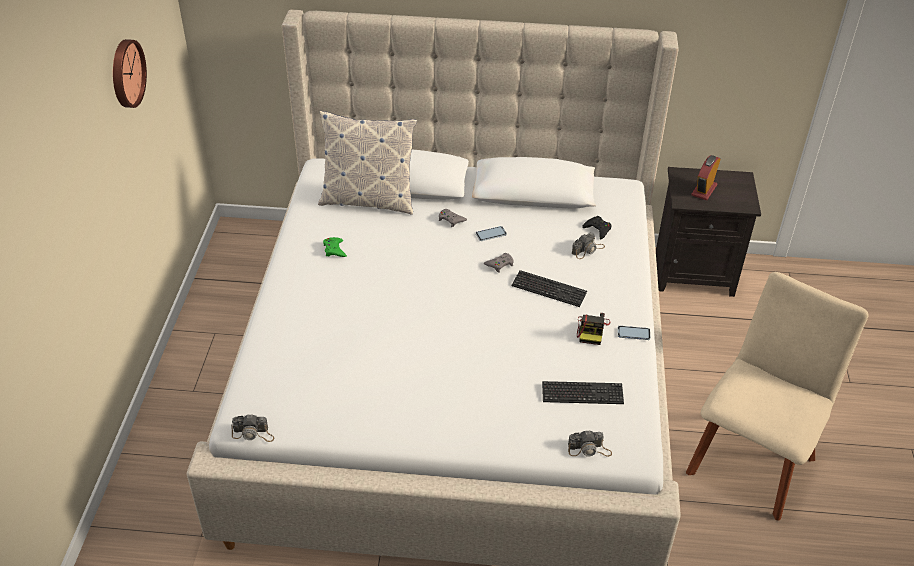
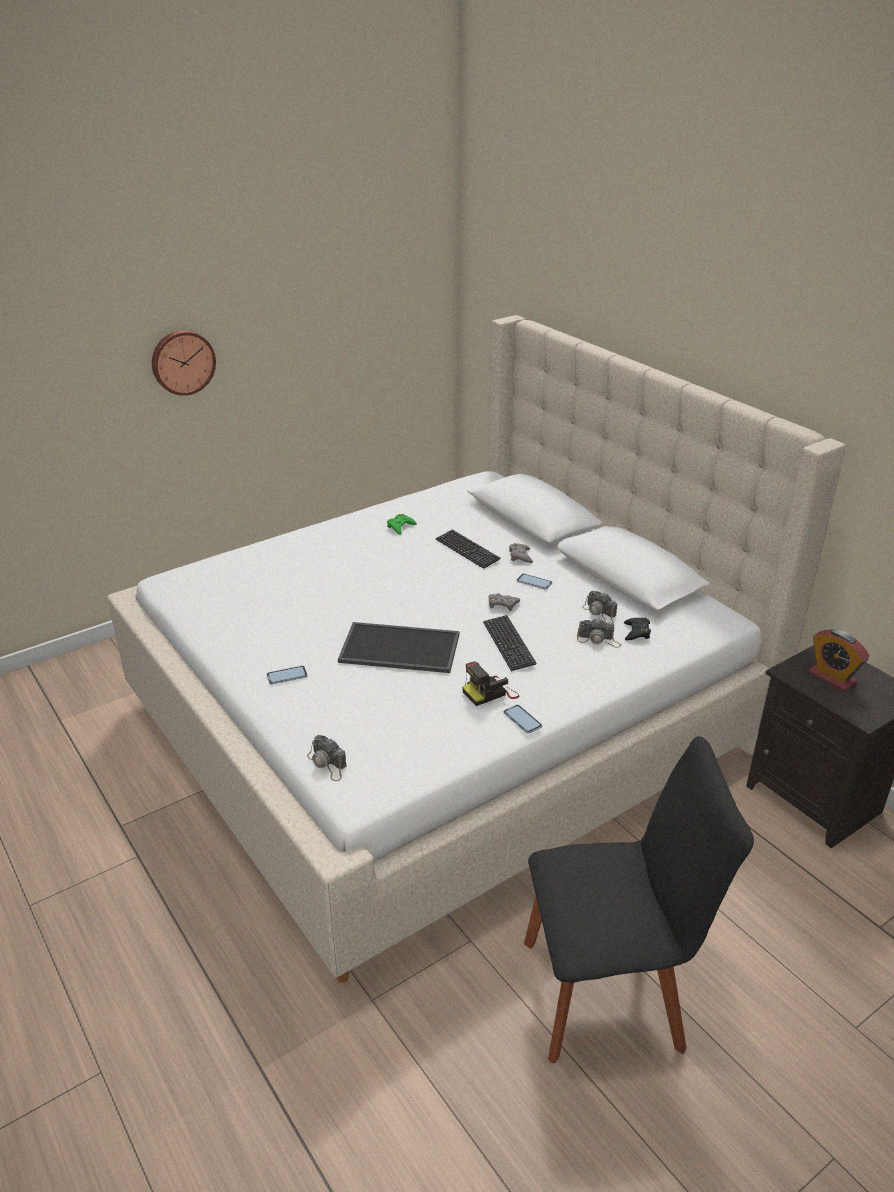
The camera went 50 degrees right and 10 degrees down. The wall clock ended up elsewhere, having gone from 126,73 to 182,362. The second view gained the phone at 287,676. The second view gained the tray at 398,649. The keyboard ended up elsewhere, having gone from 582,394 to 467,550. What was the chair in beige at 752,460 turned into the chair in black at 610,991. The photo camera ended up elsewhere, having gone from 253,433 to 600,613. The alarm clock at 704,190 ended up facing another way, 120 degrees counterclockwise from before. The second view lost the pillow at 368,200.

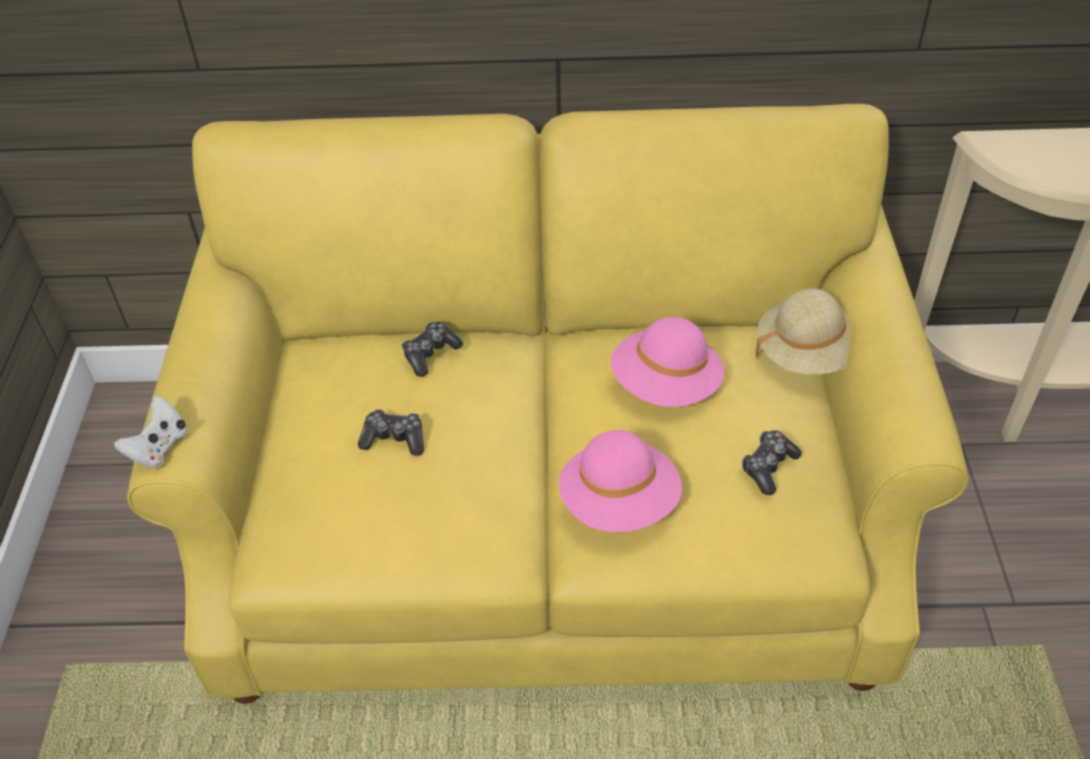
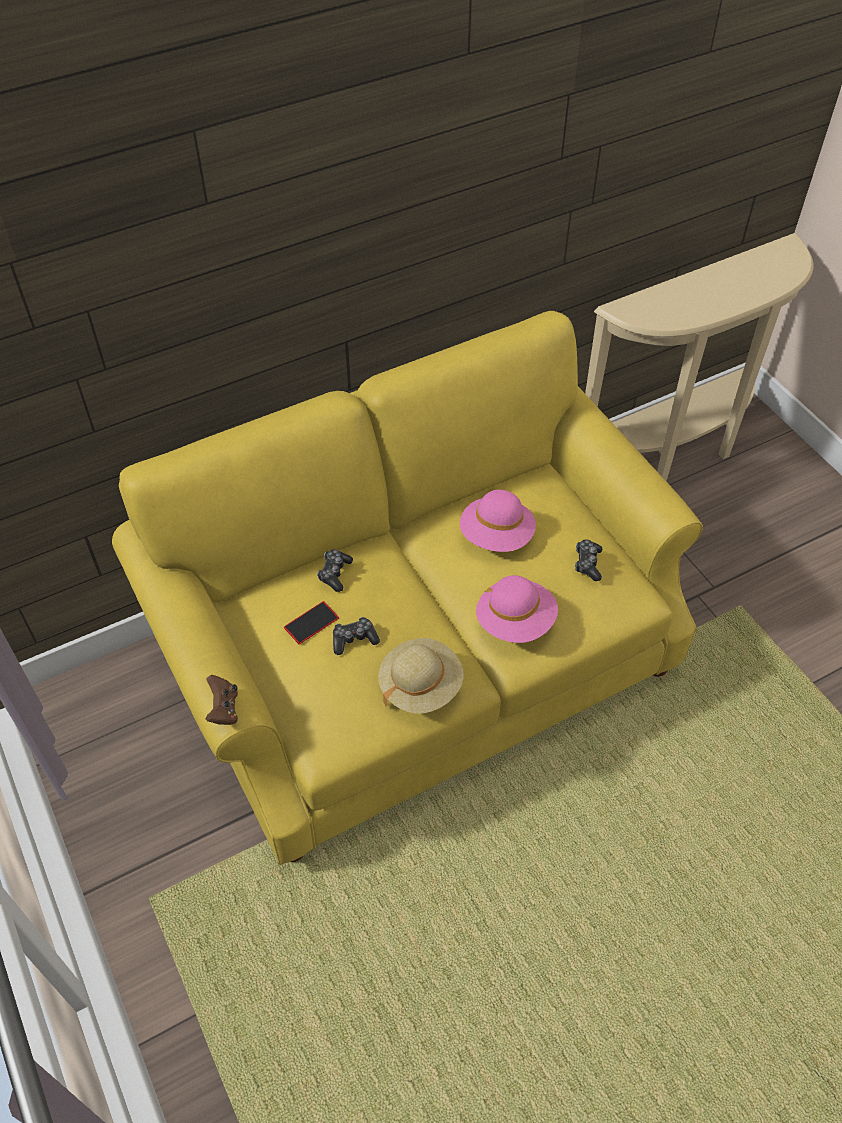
The camera went 30 degrees left and 5 degrees up. What was the game controller in white at 159,447 turned into the game controller in brown at 224,709. The second view gained the phone at 311,623. The hat in beige ended up elsewhere, having gone from 809,353 to 420,686.

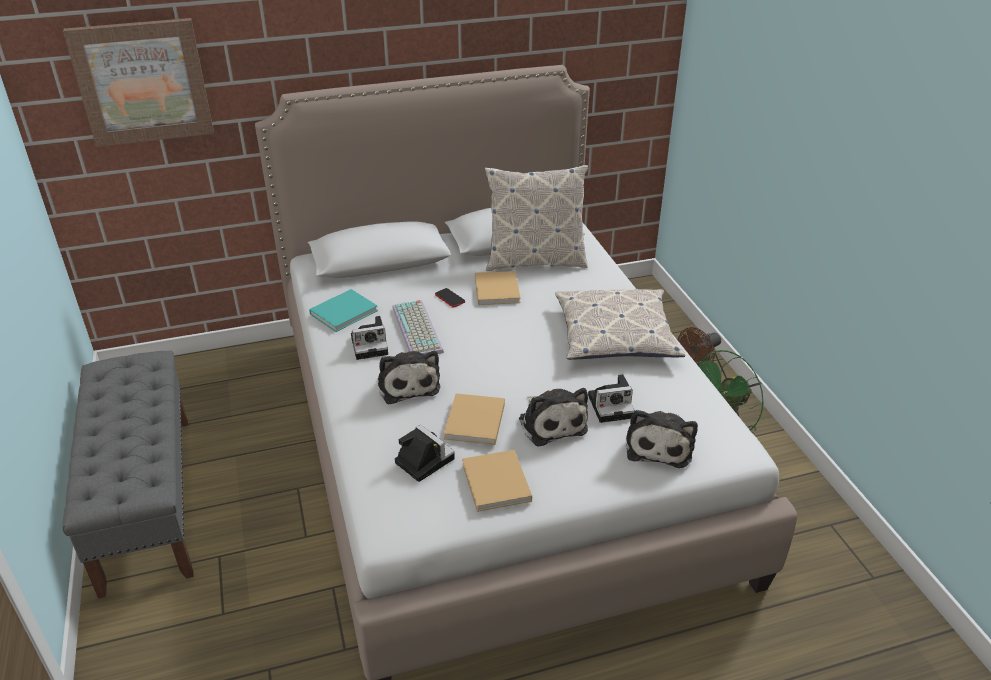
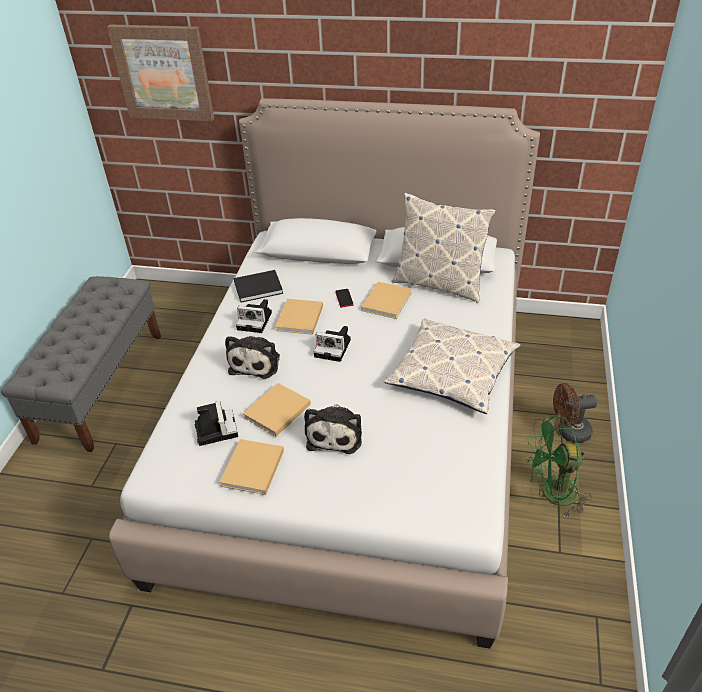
The camera went 30 degrees right and 5 degrees up. What was the book in turquoise at 345,311 turned into the book in black at 260,287. Where the keyboard stood at 419,330, the book in beige came to stand at 299,319. The photo camera ended up elsewhere, having gone from 612,405 to 334,348. The second view lost the plush toy at 659,445.

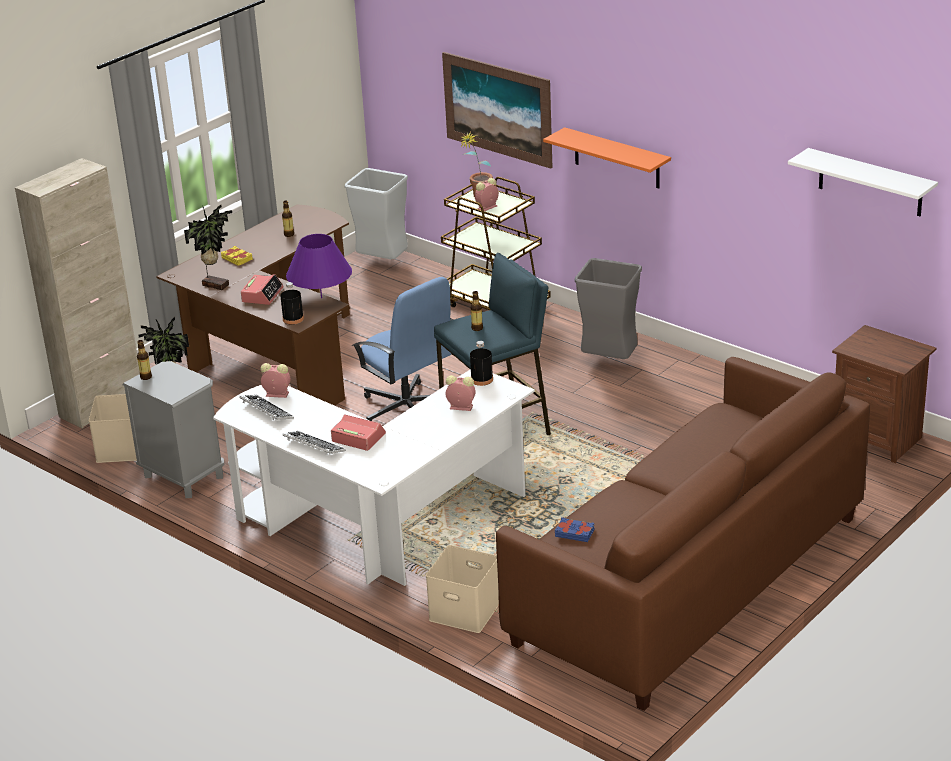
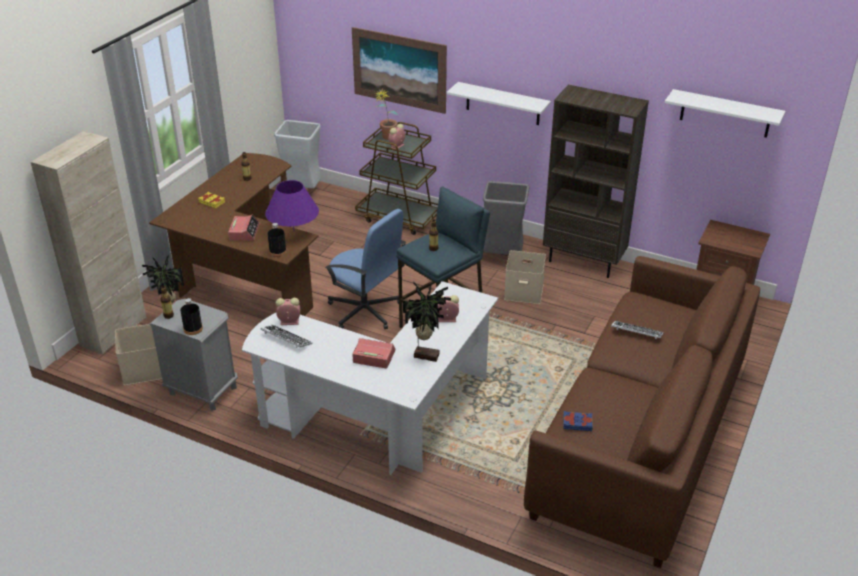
The camera went 15 degrees left and 5 degrees up. The bottle in black ended up elsewhere, having gone from 482,379 to 193,329. The potted plant ended up elsewhere, having gone from 216,284 to 426,355. What was the shelf in orange at 617,158 turned into the shelf in white at 503,104. The storage box in beige ended up elsewhere, having gone from 466,610 to 524,291. The second view gained the bookcase in brown at 584,261. The keyboard ended up elsewhere, having gone from 313,447 to 636,332.

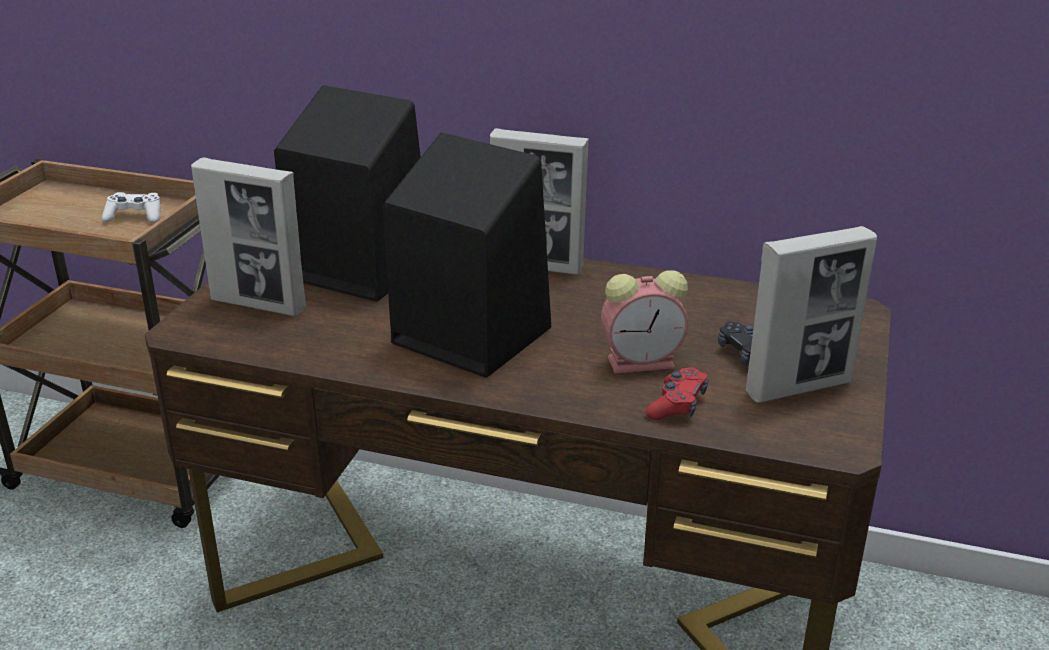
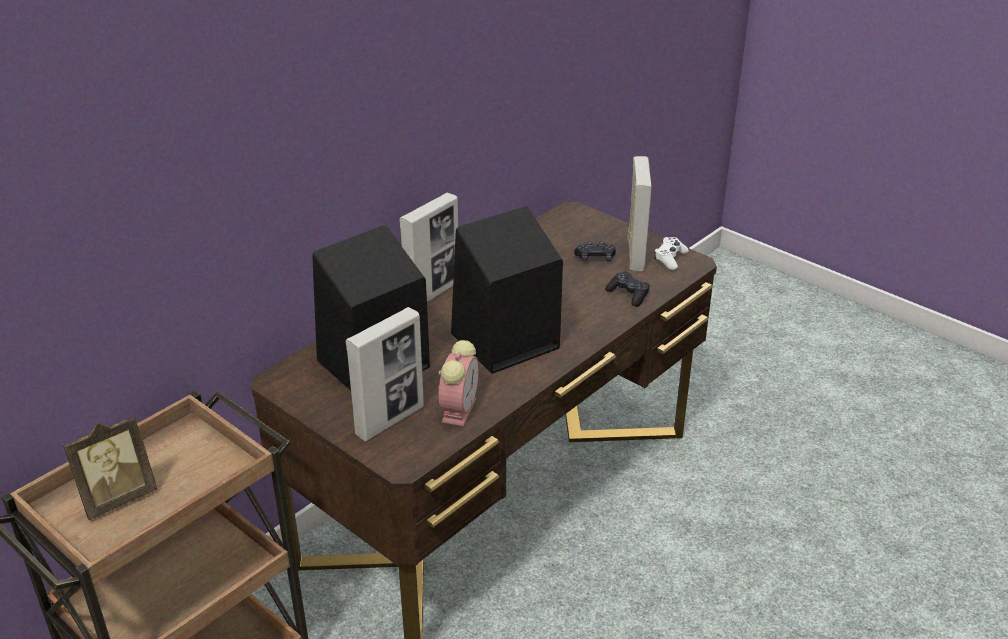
The camera went 65 degrees left and 5 degrees up. The second view gained the picture frame at 117,498. The alarm clock ended up elsewhere, having gone from 643,361 to 459,408. What was the game controller in red at 677,404 turned into the game controller in black at 628,294. The game controller in white ended up elsewhere, having gone from 135,217 to 670,258.

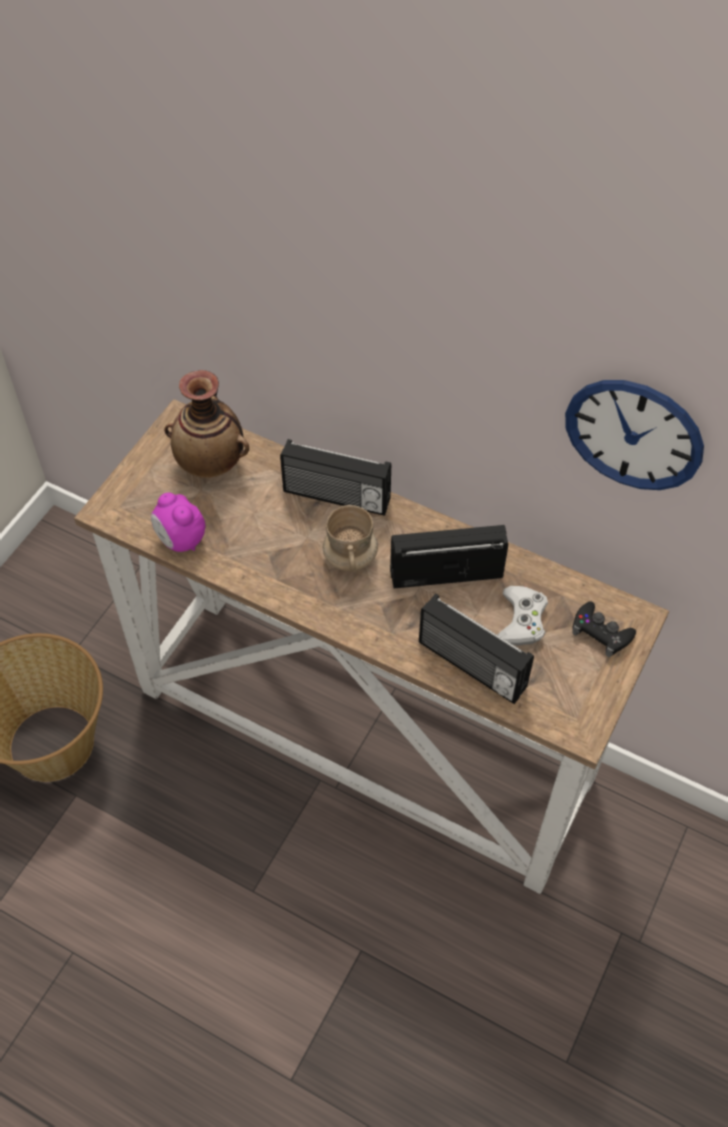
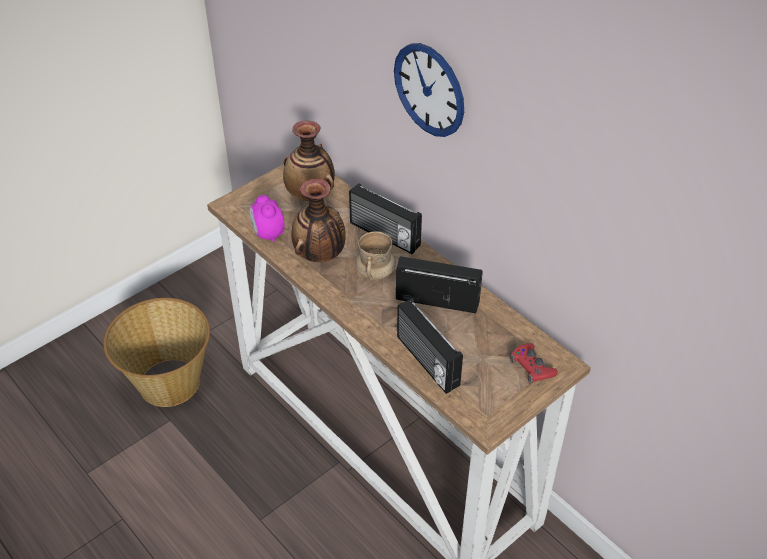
The camera went 20 degrees right and 10 degrees down. The second view gained the vase at 320,255. The wall clock ended up elsewhere, having gone from 633,434 to 429,90. What was the game controller in black at 601,632 turned into the game controller in red at 532,367. The second view lost the game controller in white at 522,620.

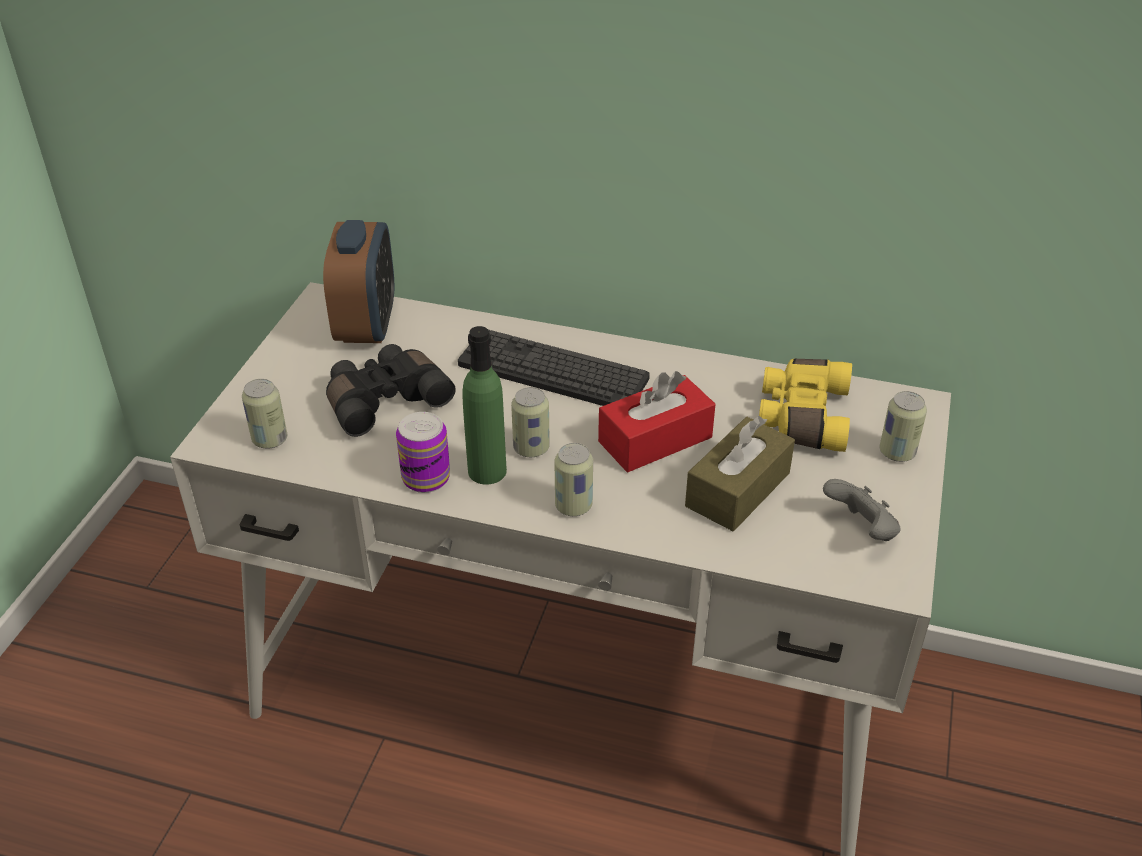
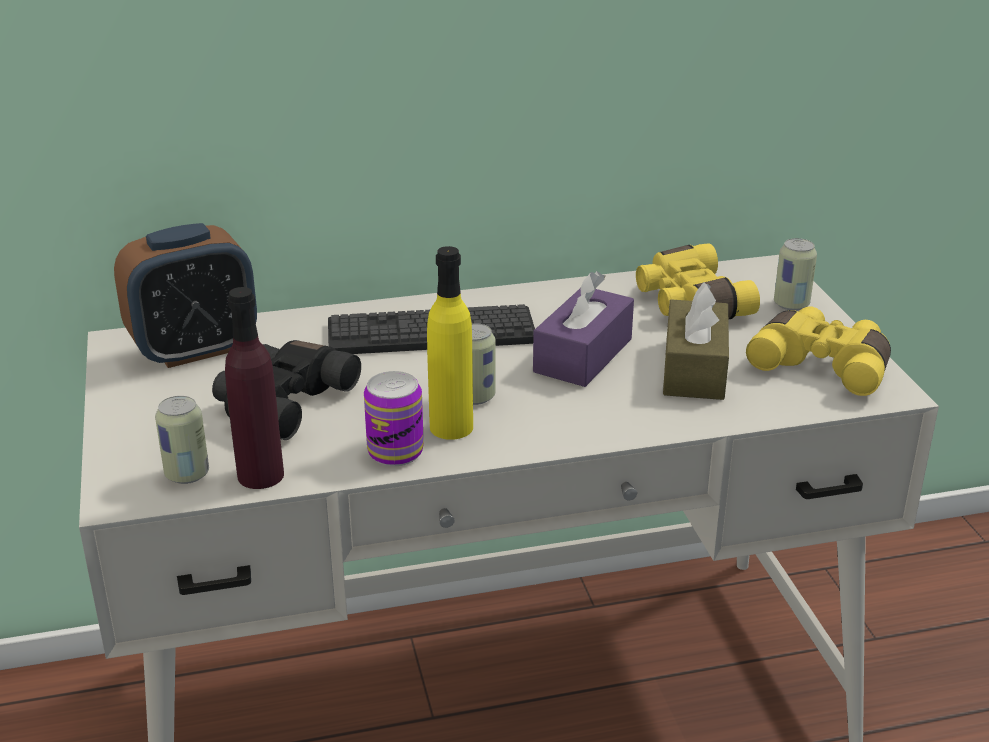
The camera went 30 degrees left and 10 degrees down. The alarm clock at 366,325 ended up facing another way, 90 degrees clockwise from before. The second view gained the bottle in purple at 260,475. What was the bottle in green at 487,471 turned into the bottle in yellow at 451,427. What was the tissue box in red at 655,439 turned into the tissue box in purple at 583,355. Where the game controller in grey stood at 861,530, the binoculars in yellow came to stand at 823,365. The second view lost the can at 573,506.

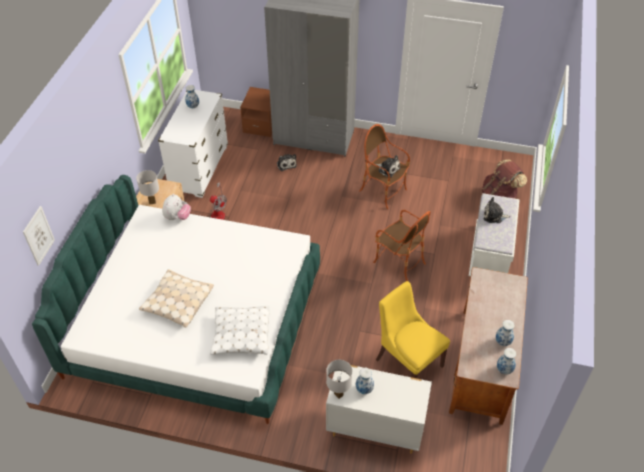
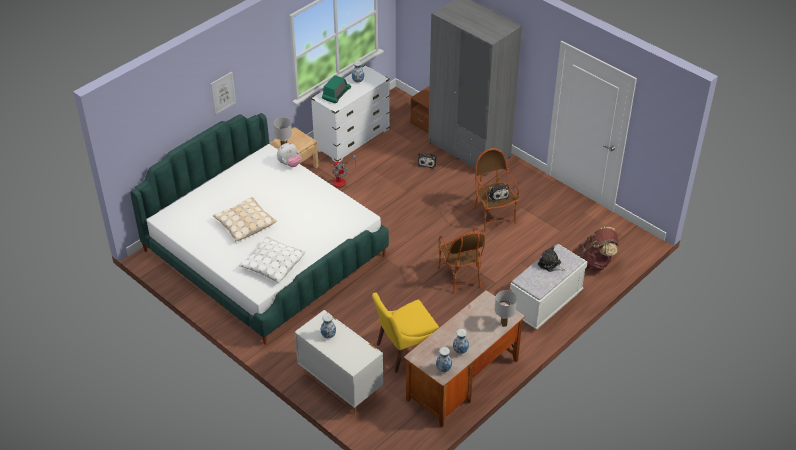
The camera went 30 degrees right and 5 degrees down. The picture ended up elsewhere, having gone from 38,235 to 223,93. The second view gained the radio at 336,94. The chair in yellow at 407,361 ended up facing another way, 105 degrees counterclockwise from before. The table lamp in white ended up elsewhere, having gone from 338,394 to 503,323.

